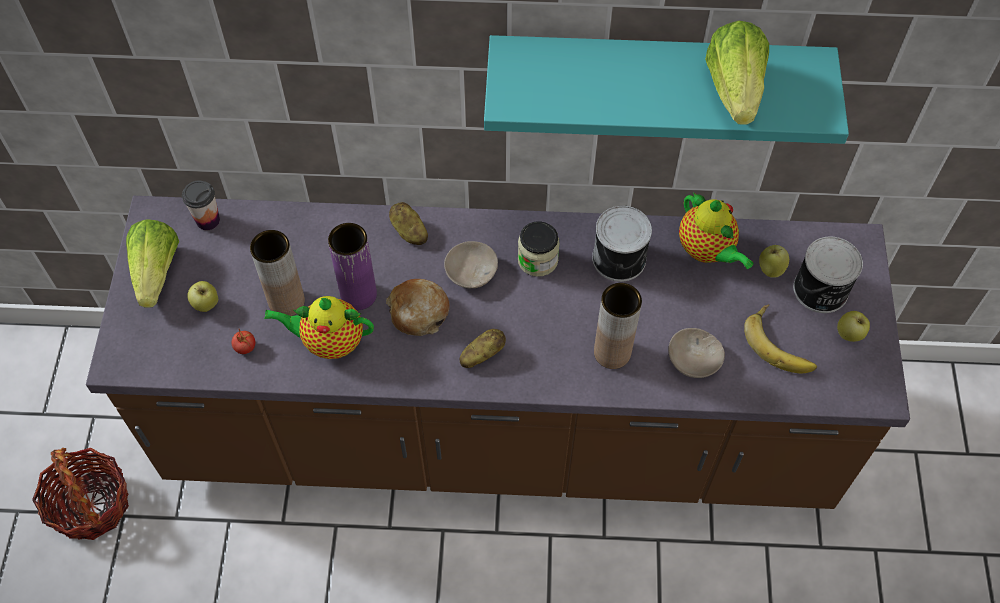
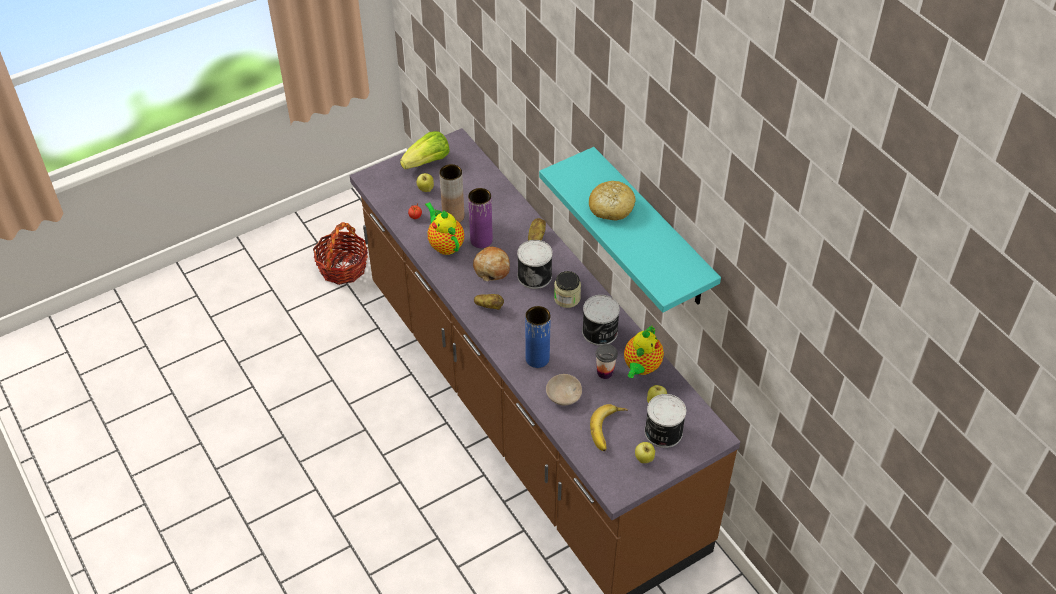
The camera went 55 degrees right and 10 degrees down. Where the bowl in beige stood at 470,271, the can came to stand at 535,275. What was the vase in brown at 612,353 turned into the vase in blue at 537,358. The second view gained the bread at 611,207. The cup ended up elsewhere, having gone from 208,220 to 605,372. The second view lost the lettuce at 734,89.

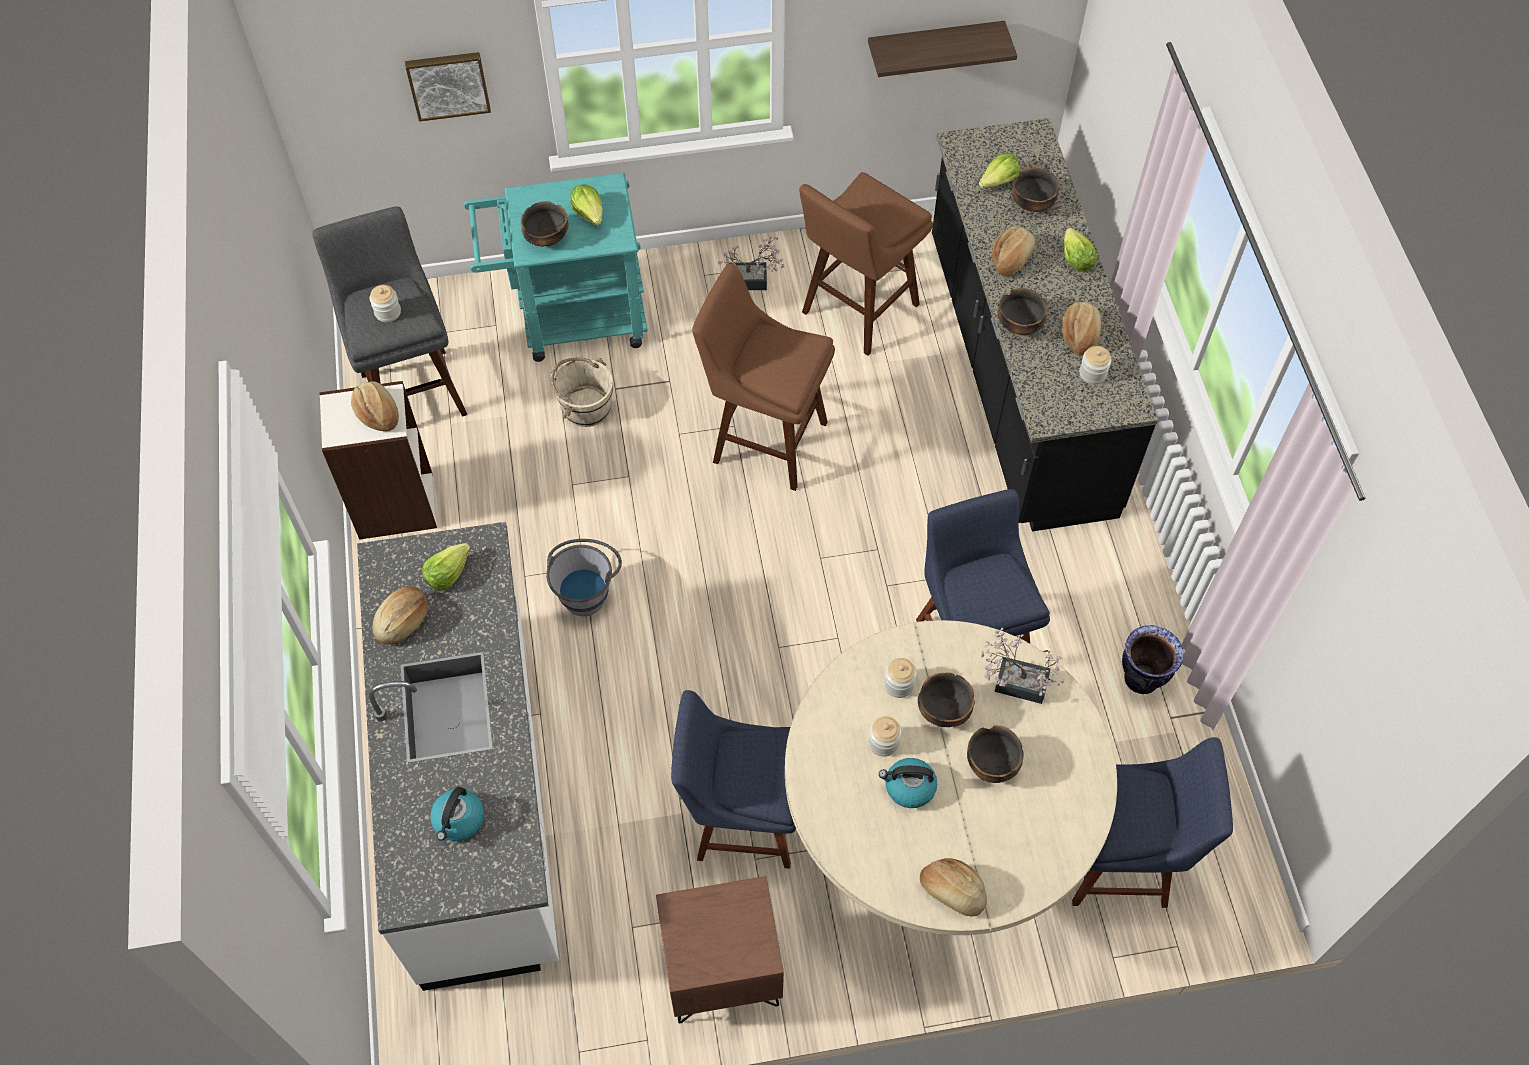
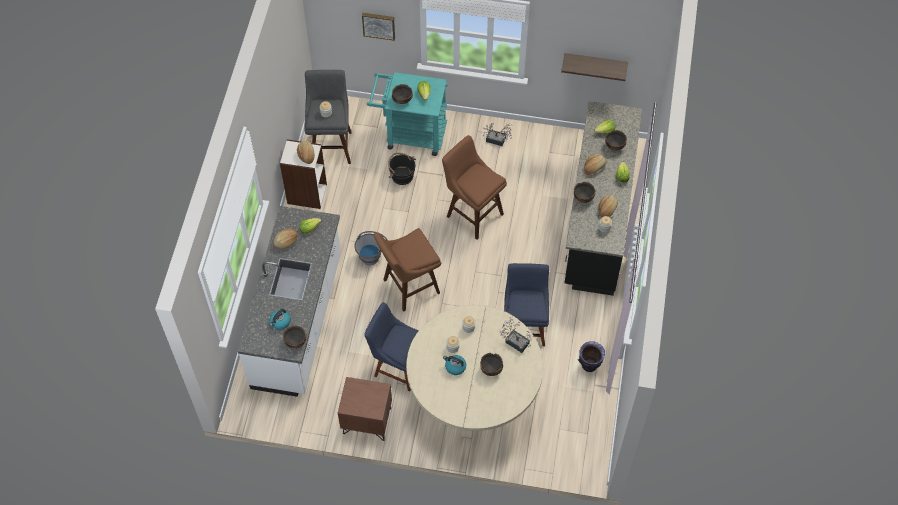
The camera went 20 degrees right and 0 degrees up. The bowl ended up elsewhere, having gone from 944,710 to 296,341. The stool in brown ended up elsewhere, having gone from 856,312 to 408,287. What was the bucket in beige at 586,407 turned into the bucket in black at 402,175. The second view lost the bread at 952,891. The second view lost the chair in blue at 1122,859.

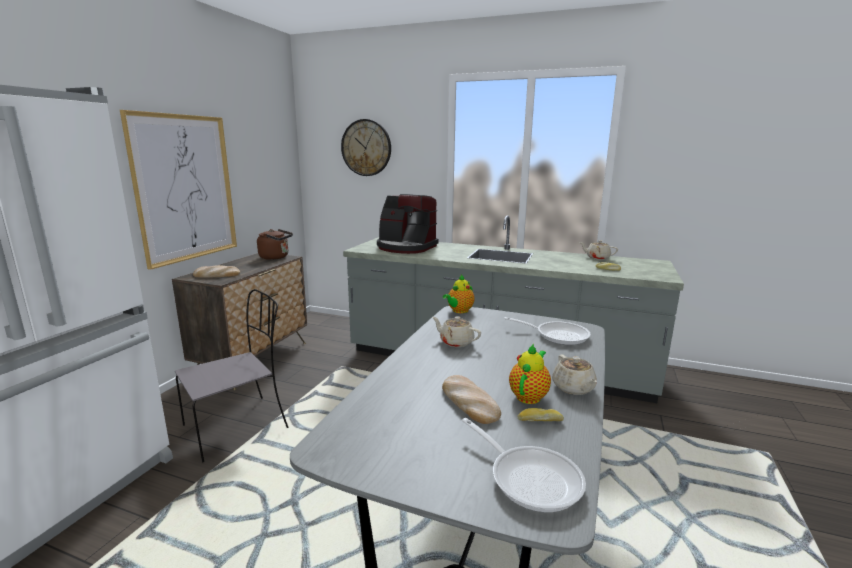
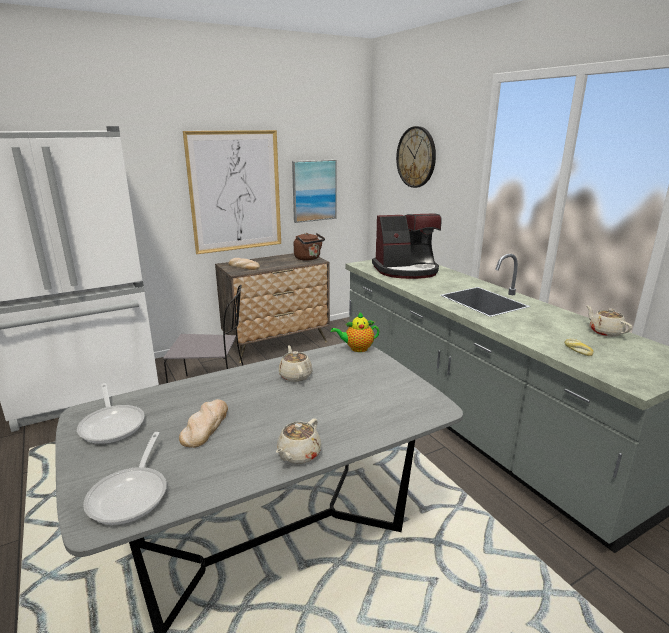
The camera went 40 degrees right and 5 degrees up. The frying pan ended up elsewhere, having gone from 557,335 to 112,424. The second view gained the picture at 314,190. The coffee machine at 406,247 ended up facing another way, 75 degrees counterclockwise from before. The second view lost the teapot at 529,396. The second view lost the bread at 539,420.

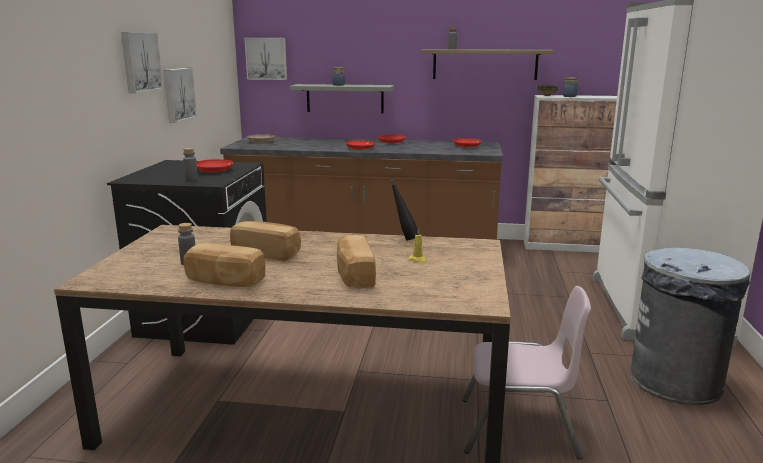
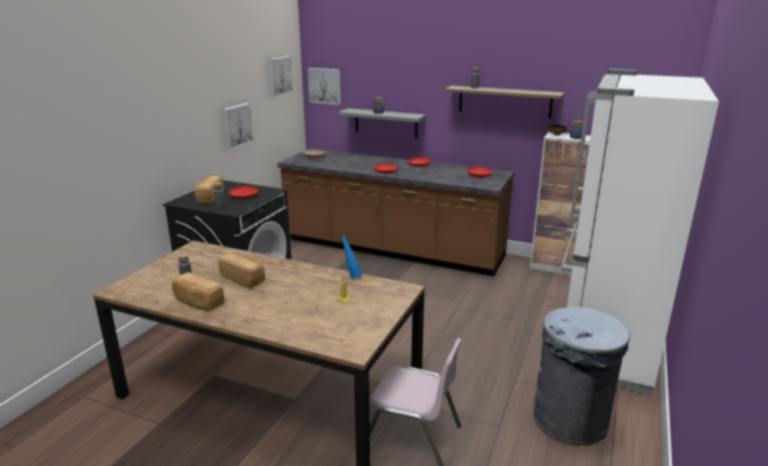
The camera went 15 degrees right and 5 degrees up. The bread ended up elsewhere, having gone from 354,276 to 209,197. The picture ended up elsewhere, having gone from 140,61 to 279,76. What was the bottle in black at 404,239 turned into the bottle in blue at 351,276.

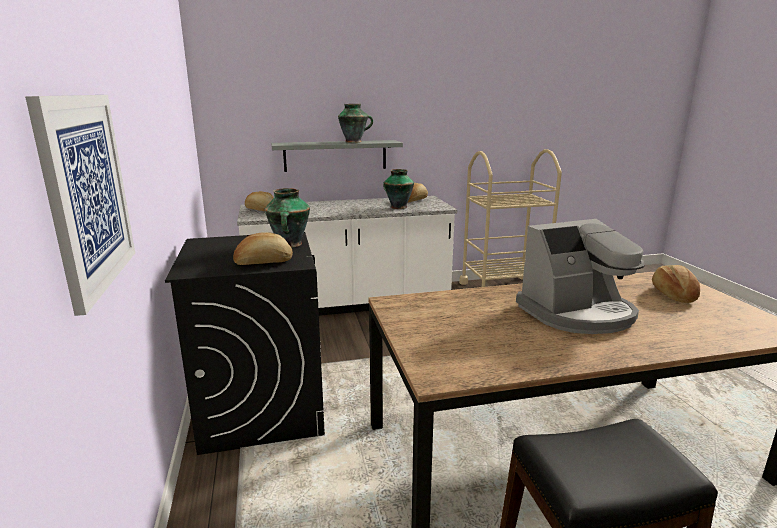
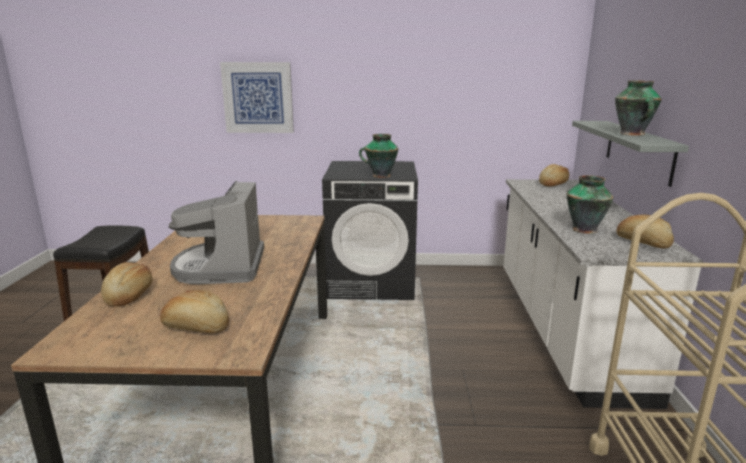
The camera went 105 degrees right and 0 degrees up. The bread ended up elsewhere, having gone from 264,262 to 129,295.

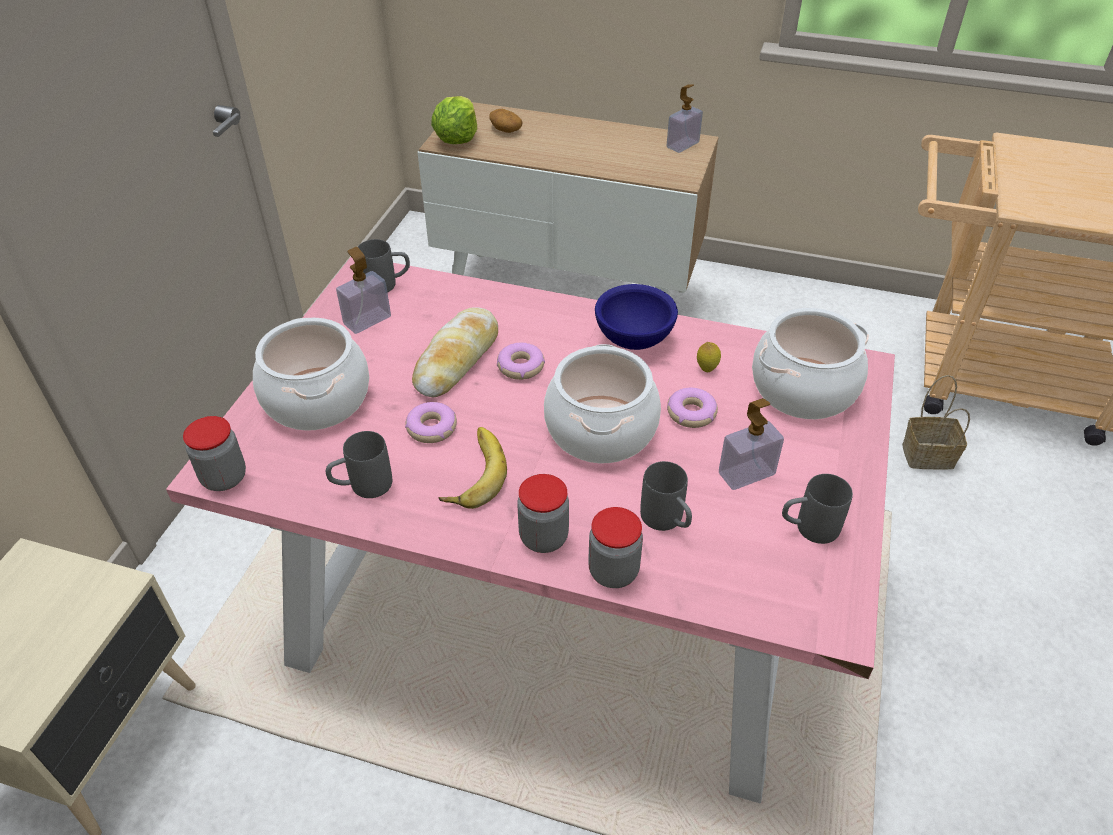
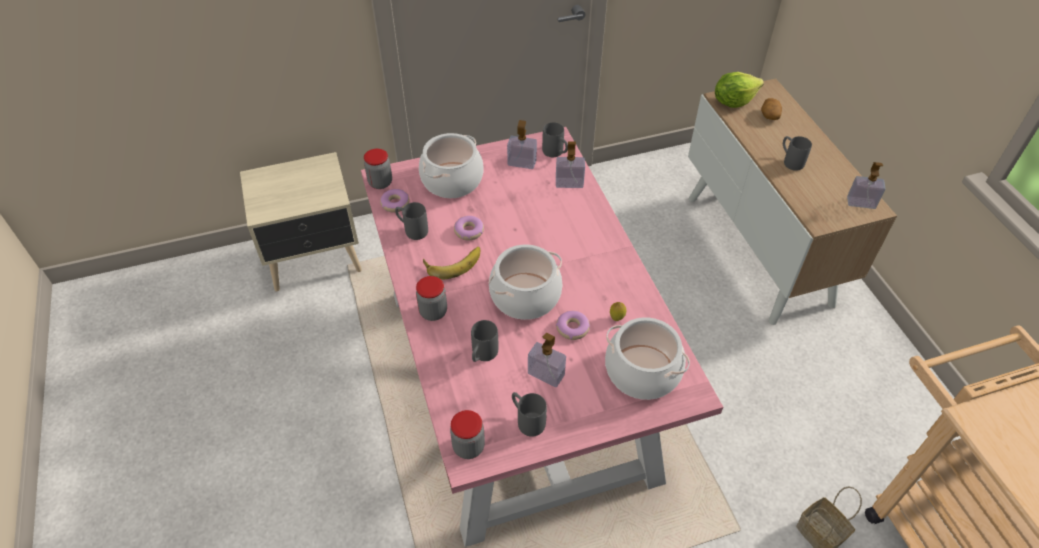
The camera went 55 degrees right and 5 degrees up. The donut ended up elsewhere, having gone from 520,367 to 395,204. The jar ended up elsewhere, having gone from 613,571 to 468,447. The second view gained the soap dispenser at 569,183. The second view gained the mug in grey at 790,161. The second view lost the bread at 457,360. The second view lost the bowl in blue at 633,340.

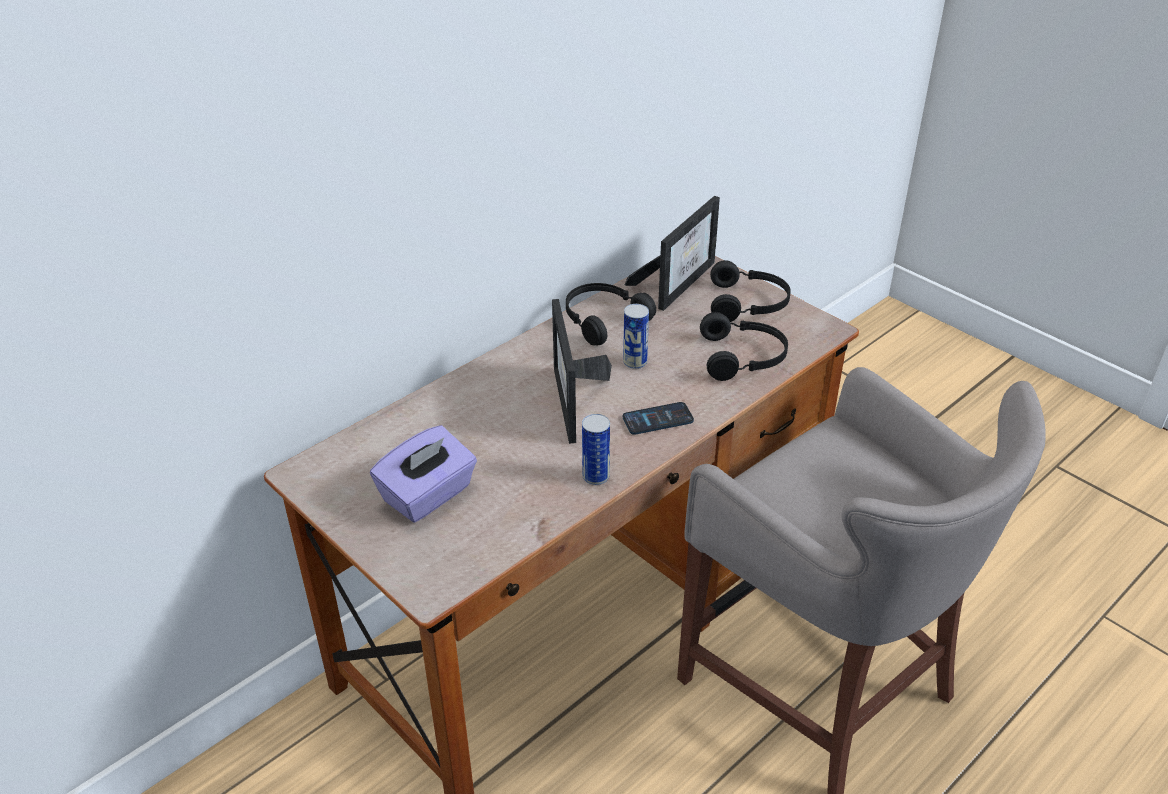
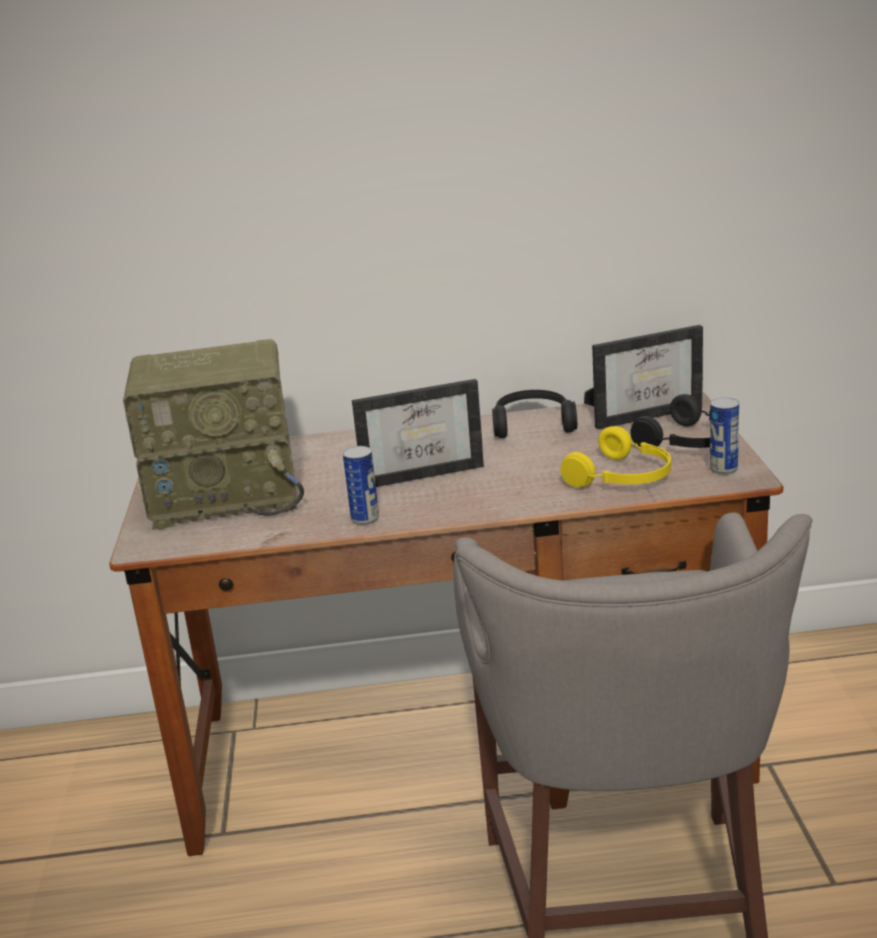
The camera went 40 degrees right and 15 degrees down. Where the tissue box in purple stood at 428,495, the radio came to stand at 228,494. The picture frame at 577,405 ended up facing another way, 135 degrees counterclockwise from before. What was the headphones in black at 743,357 turned into the headphones in yellow at 623,477. The can ended up elsewhere, having gone from 635,362 to 723,469. The second view lost the phone at 658,419.

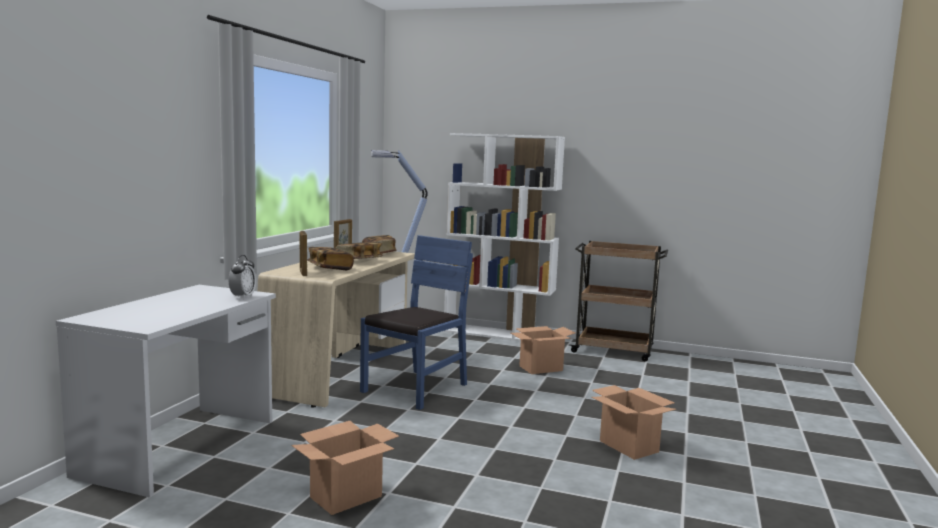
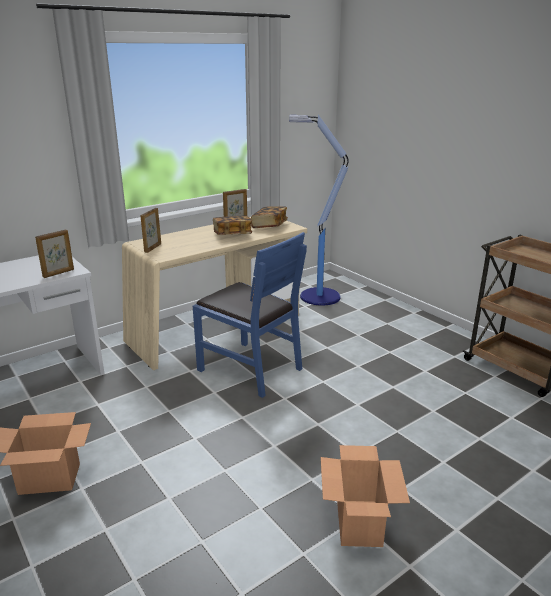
The camera went 35 degrees right and 15 degrees up. Where the alarm clock stood at 242,297, the picture frame came to stand at 59,273. The chair in blue at 416,388 ended up facing another way, 60 degrees clockwise from before. The second view lost the book at 329,268. The second view lost the bookcase in white at 499,334. The second view lost the cardboard box at 540,368.

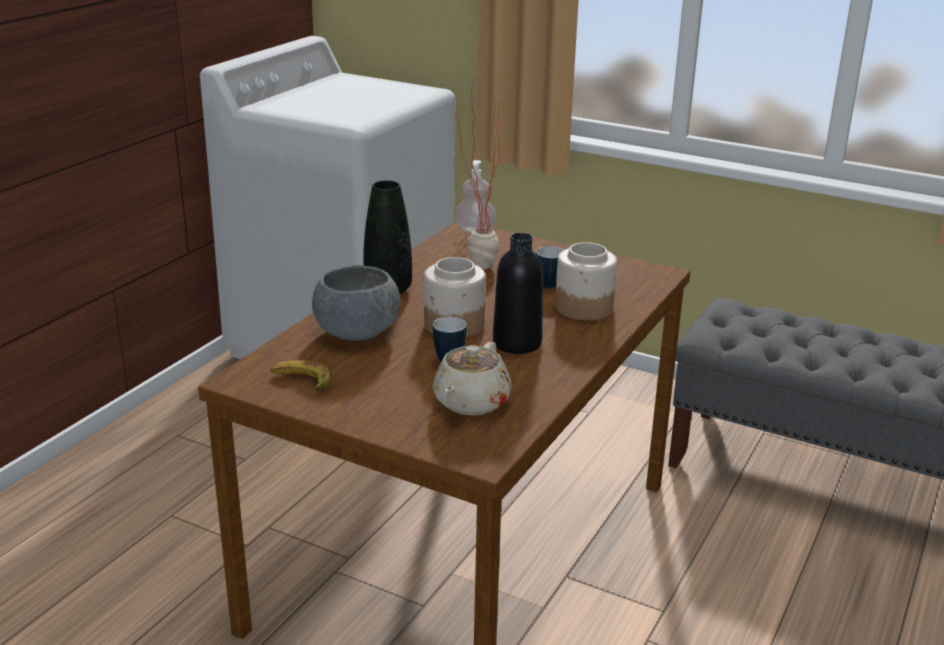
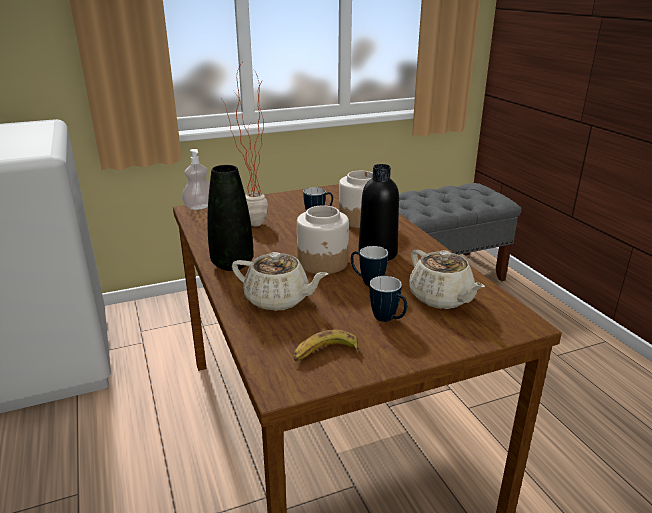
The camera went 50 degrees left and 0 degrees up. Where the bowl in grey stood at 357,332, the teapot in beige came to stand at 278,300. The second view gained the mug at 388,320.

